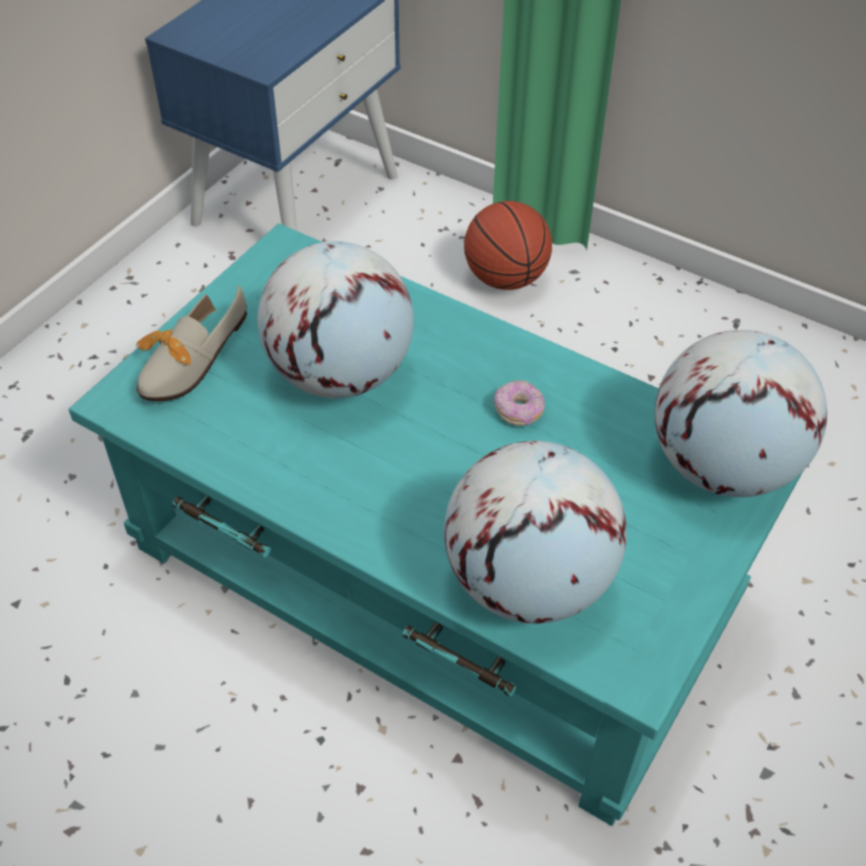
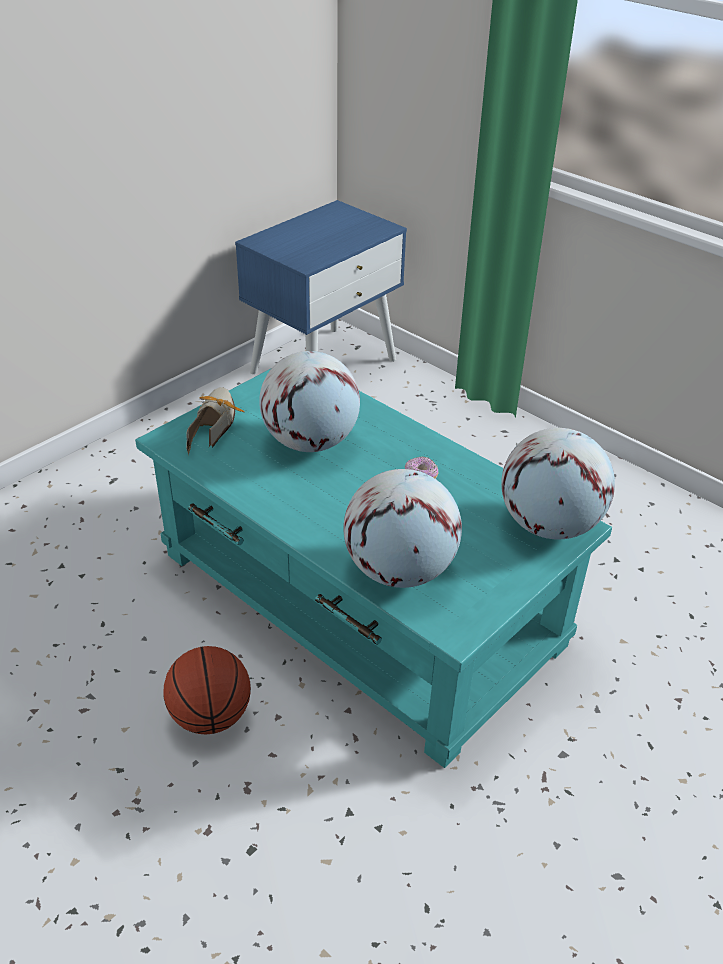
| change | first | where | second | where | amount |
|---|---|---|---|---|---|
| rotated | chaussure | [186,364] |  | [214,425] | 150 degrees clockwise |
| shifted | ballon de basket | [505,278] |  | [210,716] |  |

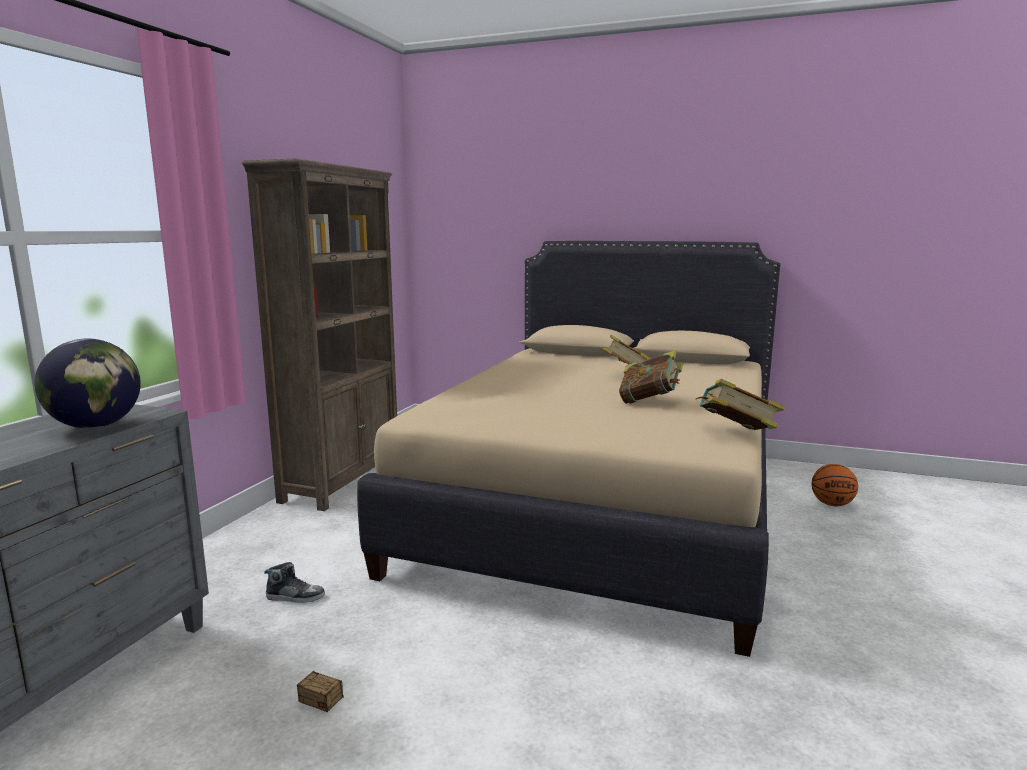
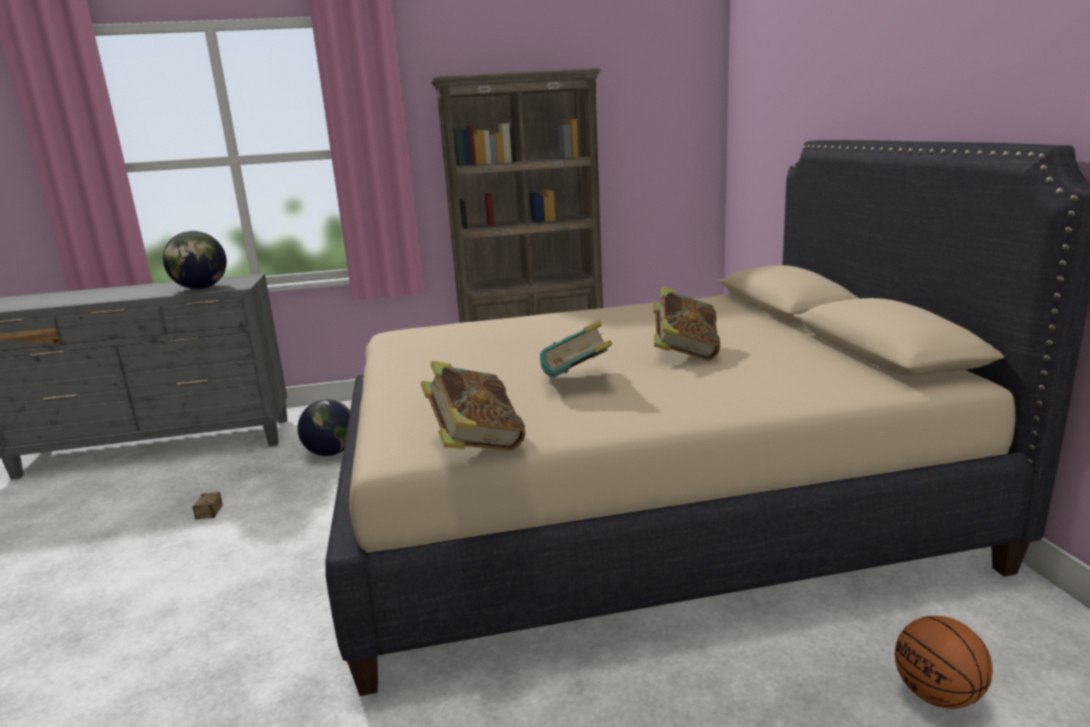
| change | first | where | second | where | amount |
|---|---|---|---|---|---|
| swapped | chaussure | [295,596] | globe | [331,453] |  |

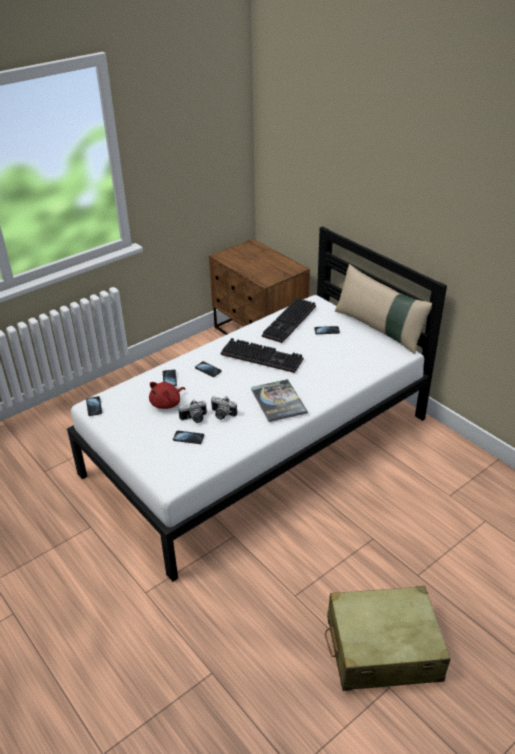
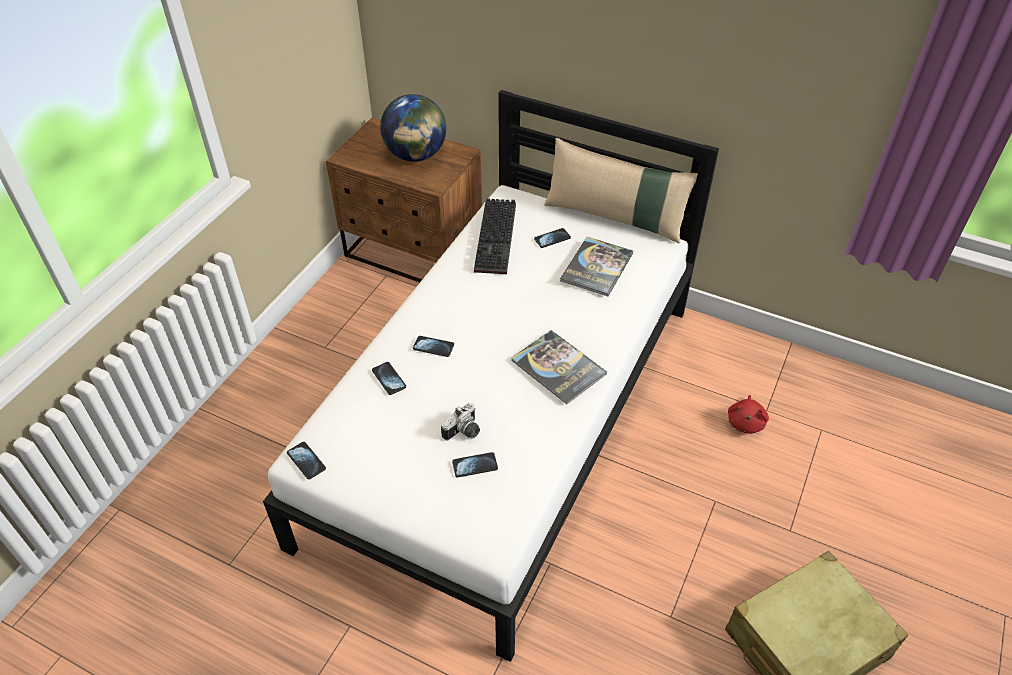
| change | first | where | second | where | amount |
|---|---|---|---|---|---|
| shifted | peluche (rouge) | [167,403] |  | [745,422] |  |
| gone | appareil photo | [221,415] |  |  |  |
| gone | clavier | [263,356] |  |  |  |
| new |  |  | globe | [416,155] |  |
| new |  |  | livre | [596,267] |  |

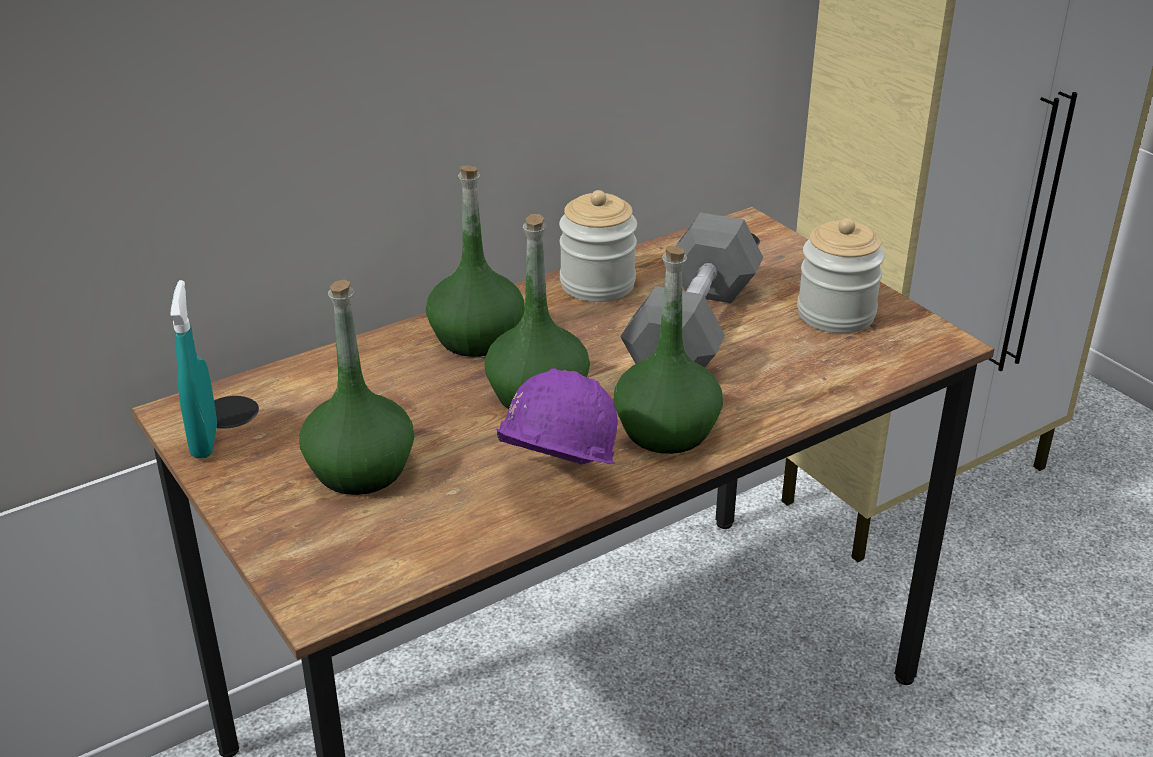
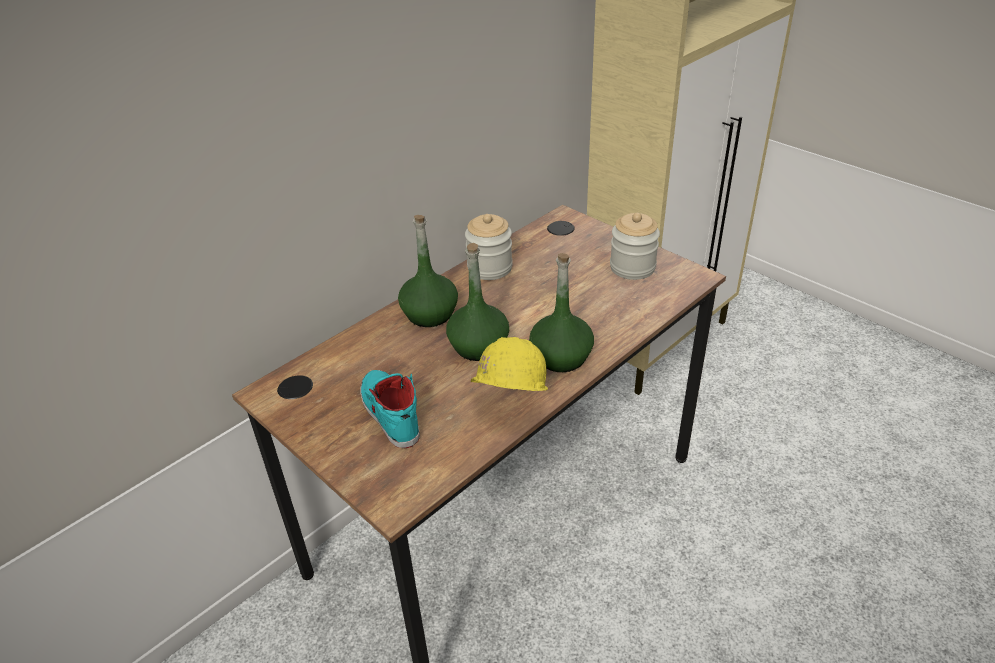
| change | first | where | second | where | amount |
|---|---|---|---|---|---|
| gone | vaporisateur (turquoise) | [204,441] |  |  |  |
| swapped | bouteille (vert) | [360,470] | chaussure (turquoise) | [389,413] |  |
| repainted | casque de chantier (violet) | [552,490] | casque de chantier (jaune) | [508,407] |  |
| gone | haltère (gris) | [693,329] |  |  |  |

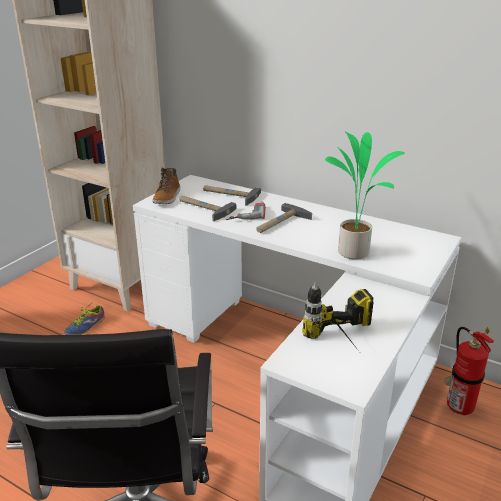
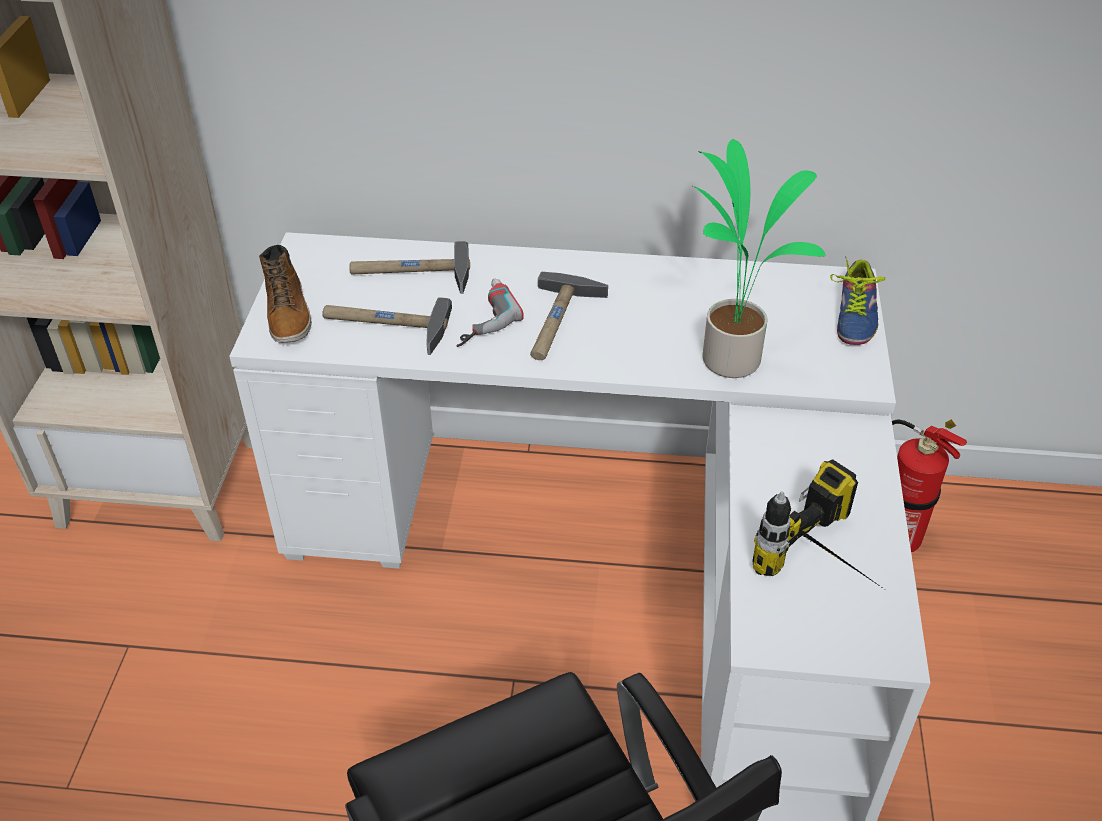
| change | first | where | second | where | amount |
|---|---|---|---|---|---|
| shifted | chaussure | [84,326] |  | [851,316] |  |

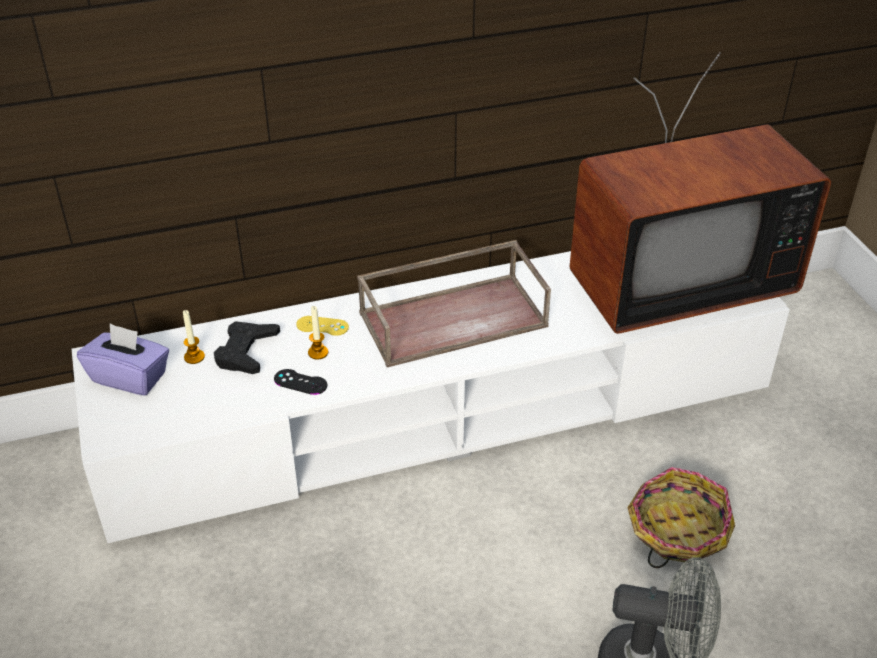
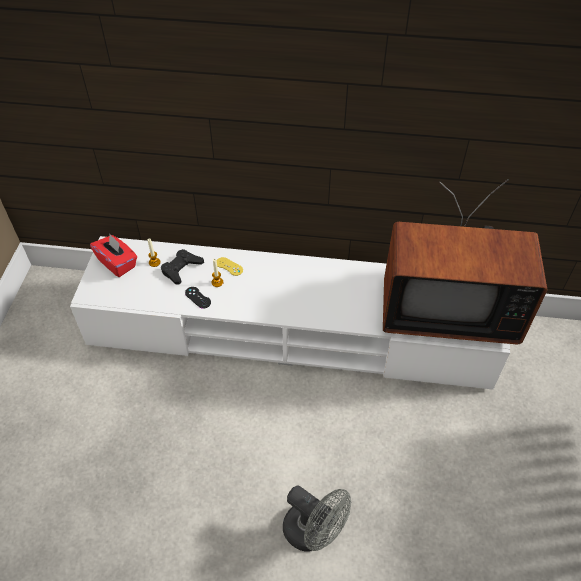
| change | first | where | second | where | amount |
|---|---|---|---|---|---|
| repainted | boîte à mouchoirs (violet) | [130,377] | boîte à mouchoirs (rouge) | [117,263] |  |
| gone | plateau (marron) | [454,318] |  |  |  |
| gone | panier | [677,531] |  |  |  |

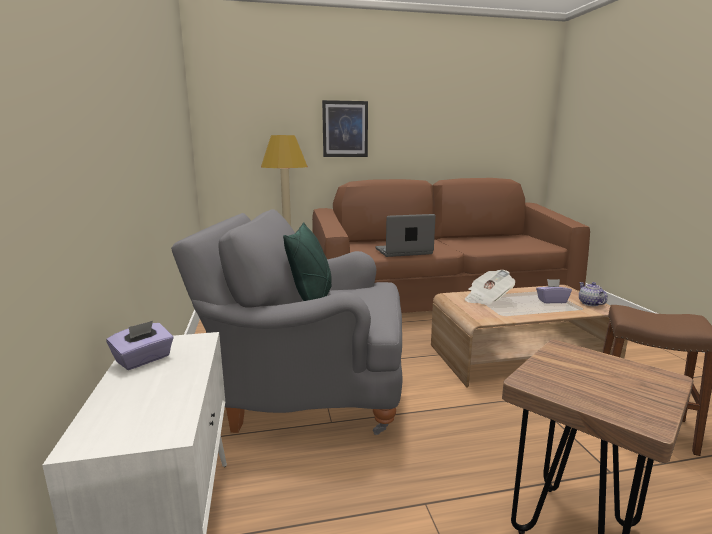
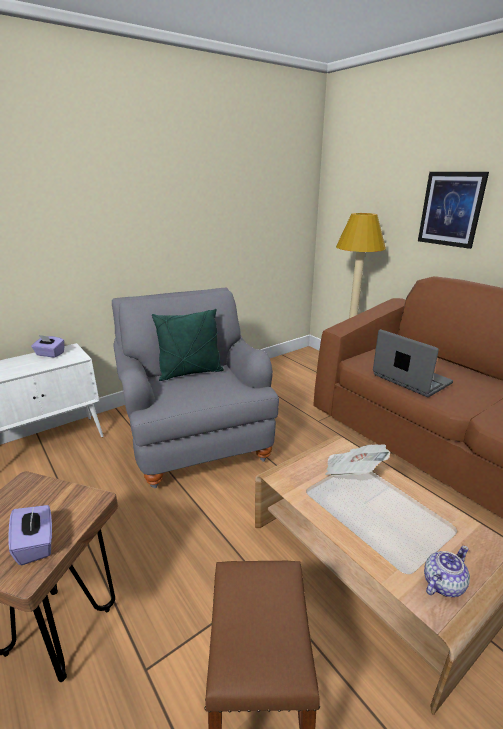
| change | first | where | second | where | amount |
|---|---|---|---|---|---|
| shifted | boîte à mouchoirs (violet) | [552,301] |  | [36,544] |  |

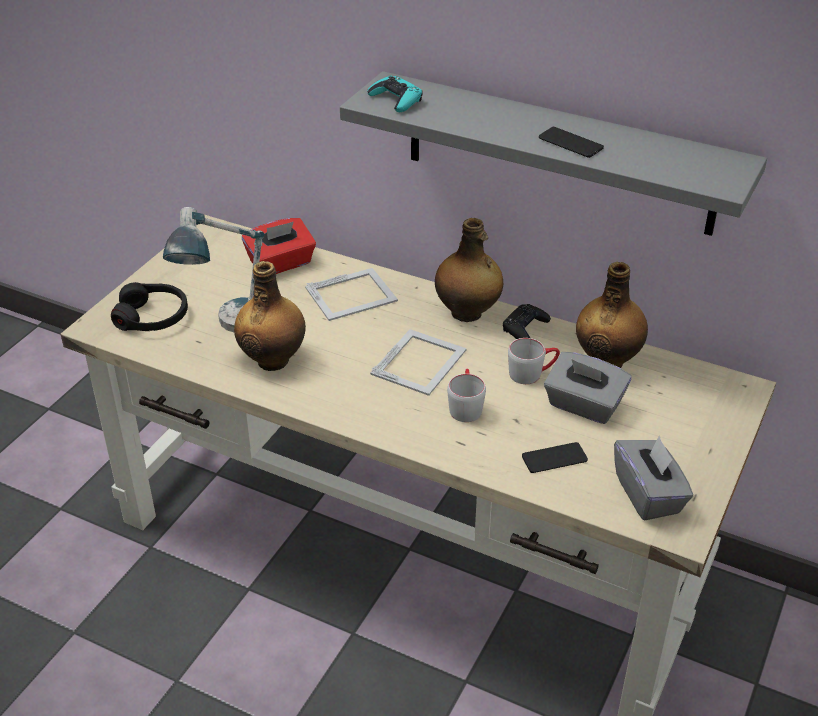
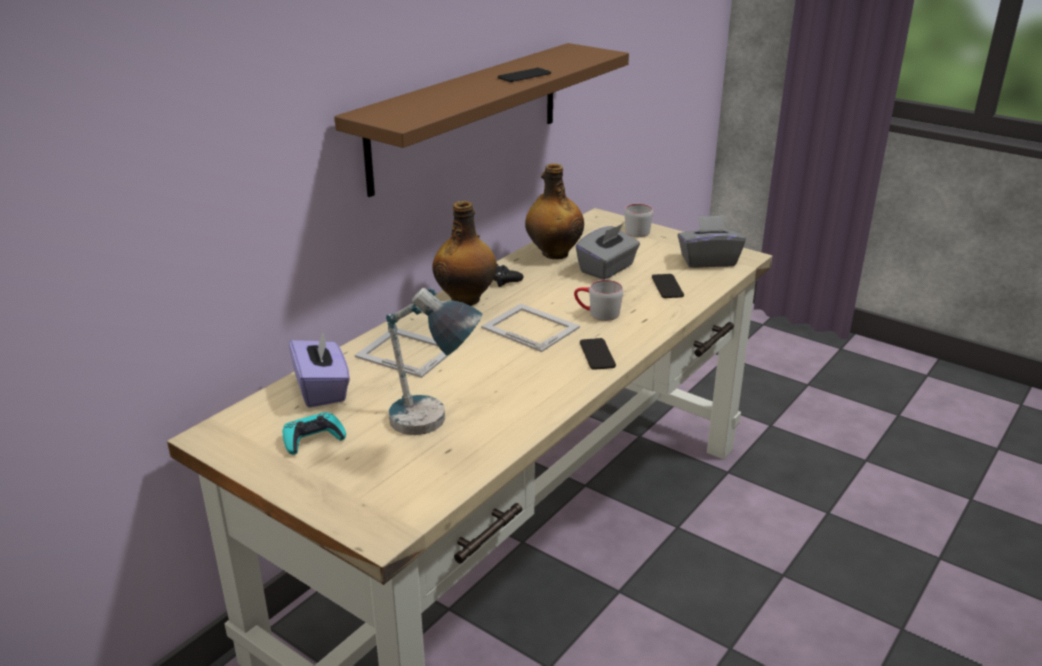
| change | first | where | second | where | amount |
|---|---|---|---|---|---|
| gone | casque audio (noir) | [152,317] |  |  |  |
| gone | bouteille | [273,359] |  |  |  |
| repainted | boîte à mouchoirs (rouge) | [281,264] | boîte à mouchoirs (violet) | [322,389] |  |
| rotated | cadre photo | [352,294] |  | [406,351] | 45 degrees counterclockwise |
| repainted | étagère (gris) | [558,154] | étagère (marron) | [467,115] |  |
| shifted | manette (turquoise) | [396,100] |  | [313,439] |  |
| shifted | mug (gris) | [532,373] |  | [636,230] |  |
| new |  |  | téléphone | [597,354] |  |

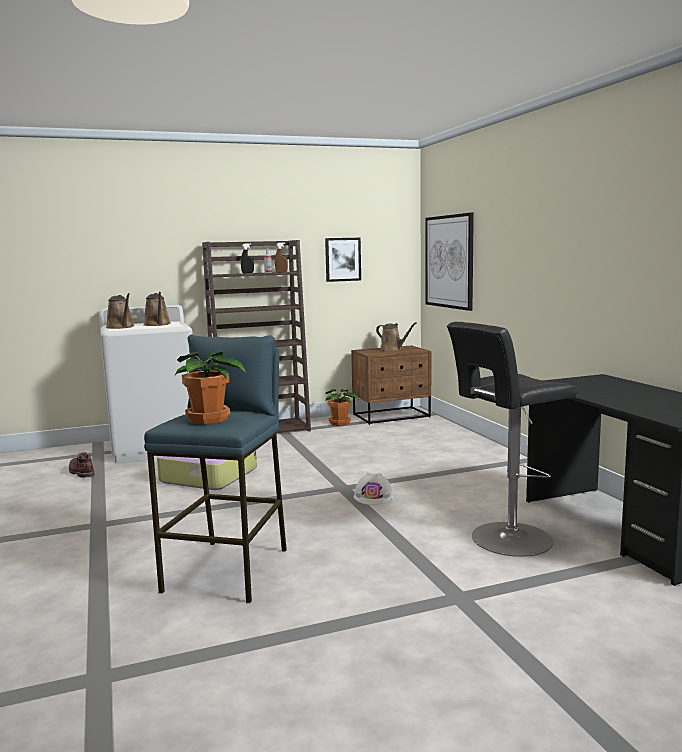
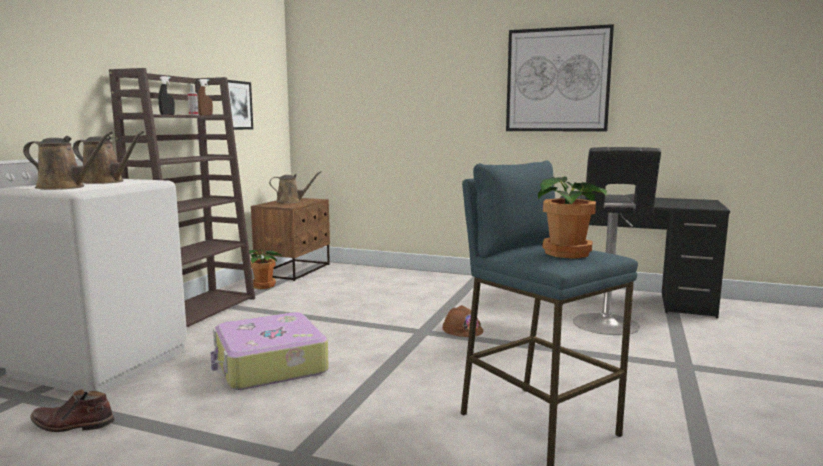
| change | first | where | second | where | amount |
|---|---|---|---|---|---|
| repainted | casque de chantier (blanc) | [373,496] | casque de chantier (marron) | [462,329] |  |
| shifted | tableau | [449,261] |  | [557,80] |  |

